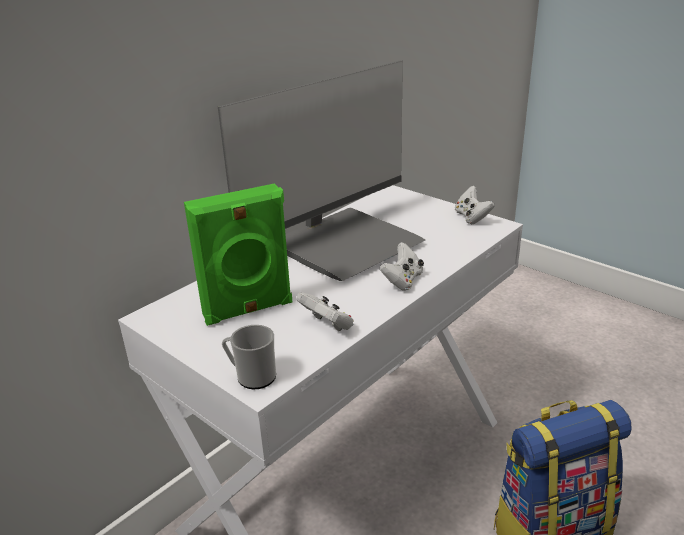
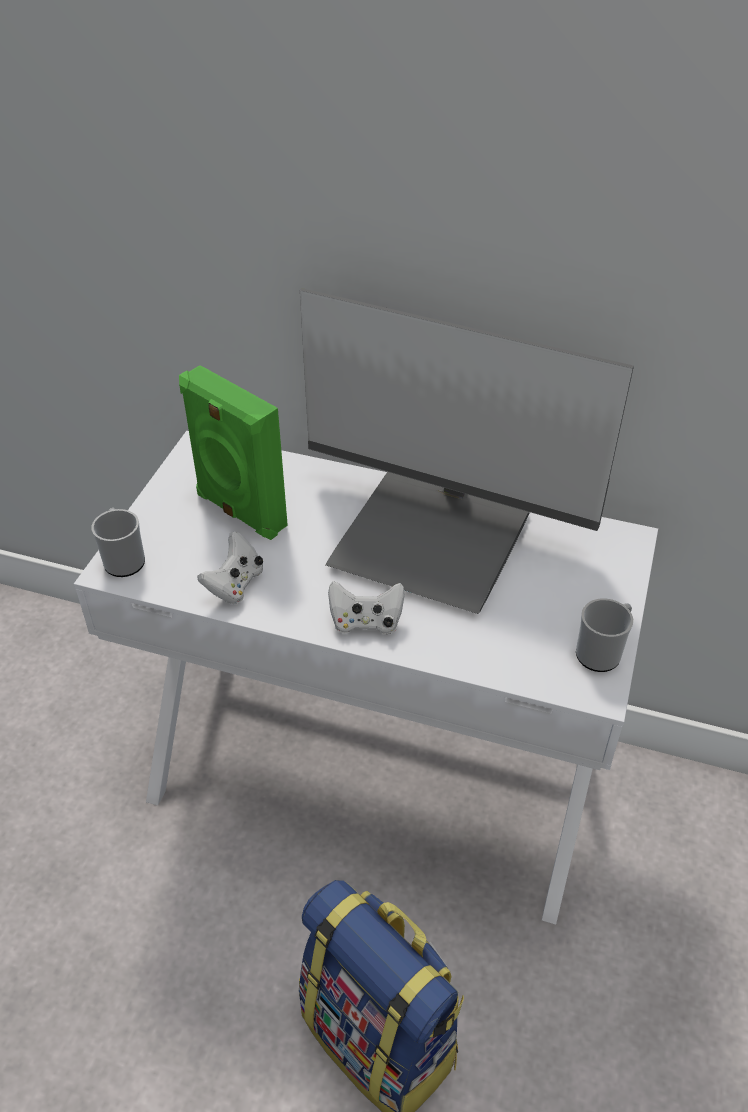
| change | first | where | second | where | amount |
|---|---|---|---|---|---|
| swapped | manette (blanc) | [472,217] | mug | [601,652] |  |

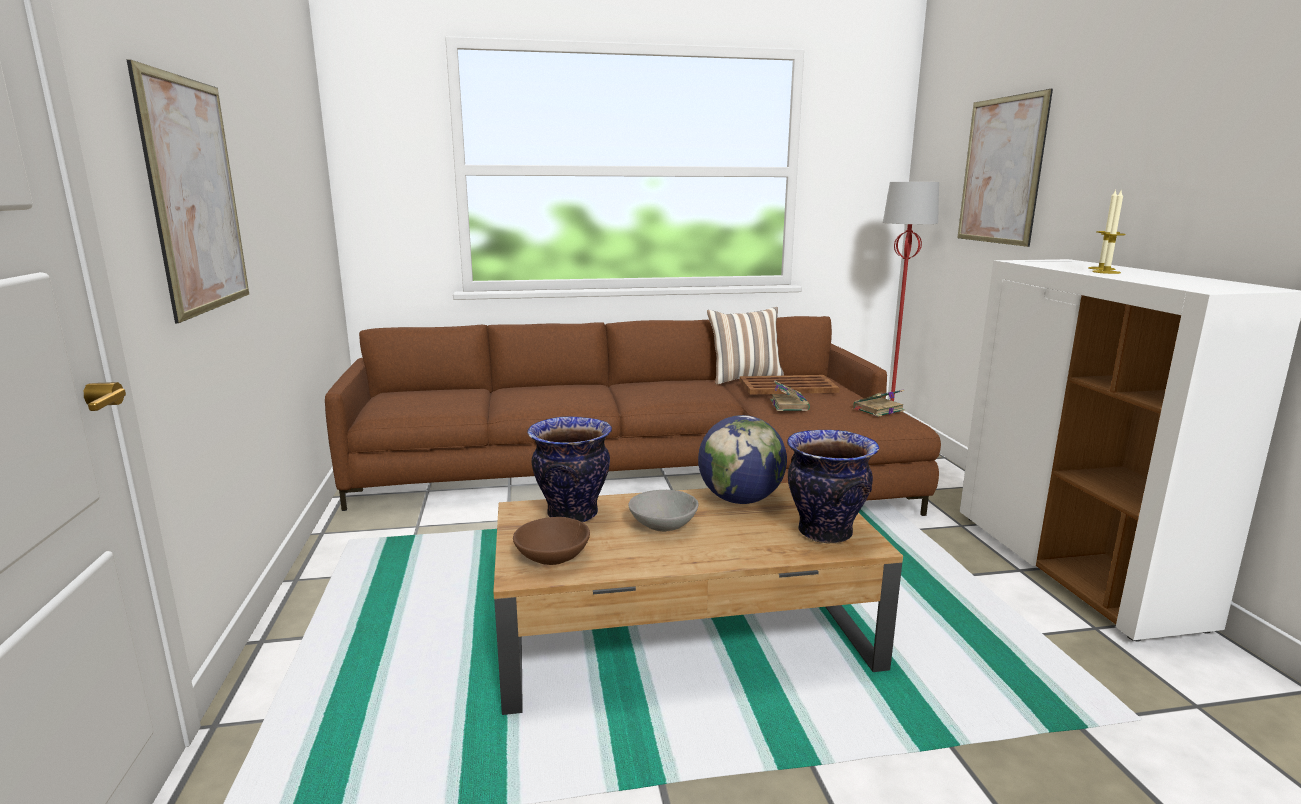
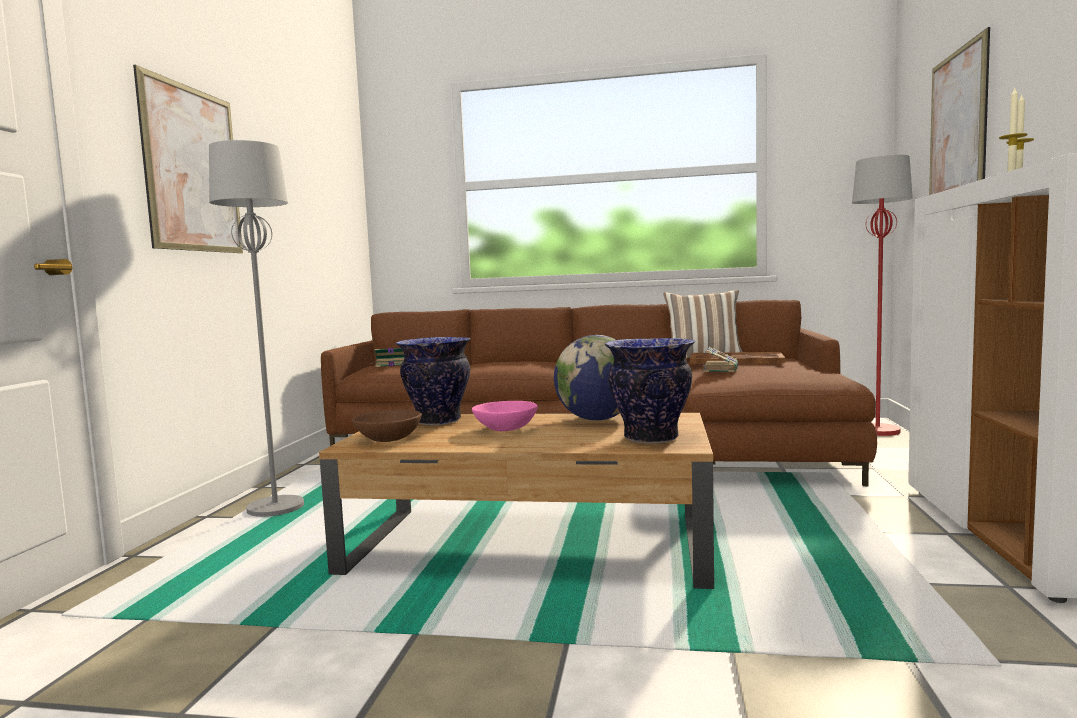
| change | first | where | second | where | amount |
|---|---|---|---|---|---|
| repainted | bol (gris) | [663,526] | bol (rose) | [505,429] |  |
| shifted | livre | [877,410] |  | [390,364] |  |
| new |  |  | lampadaire (gris) | [276,508] |  |

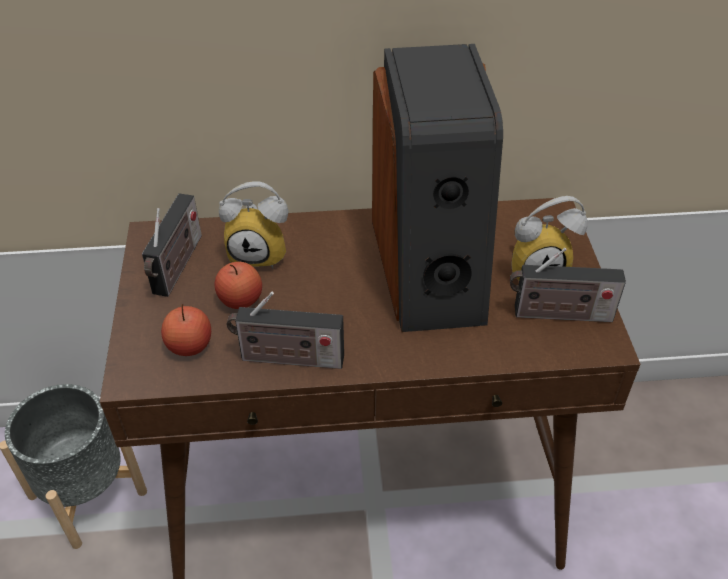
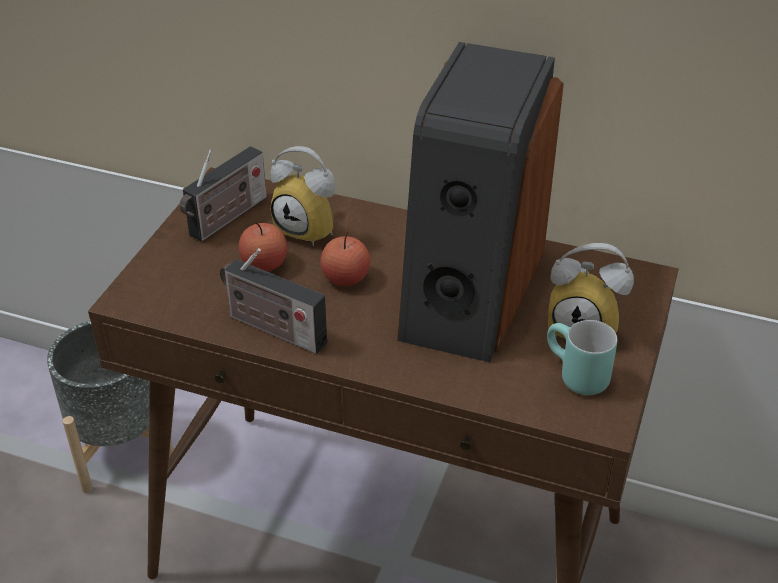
| change | first | where | second | where | amount |
|---|---|---|---|---|---|
| shifted | pomme | [189,345] |  | [345,278] |  |
| swapped | radio | [558,314] | mug (turquoise) | [573,376] |  |

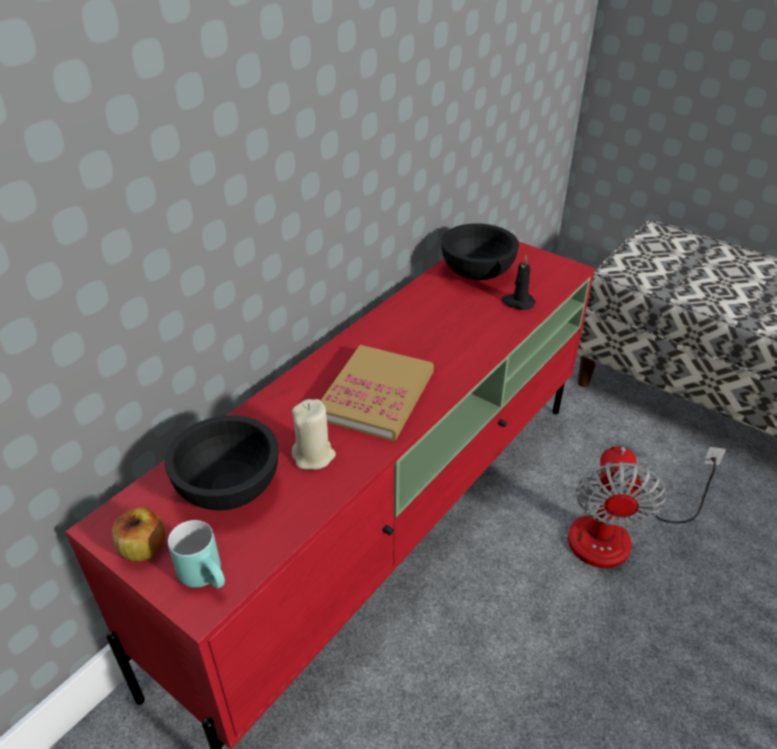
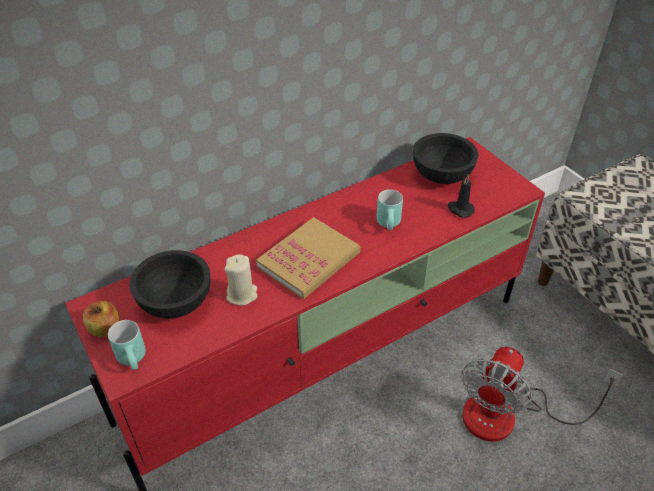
| change | first | where | second | where | amount |
|---|---|---|---|---|---|
| new |  |  | mug (turquoise) | [390,225] |  |

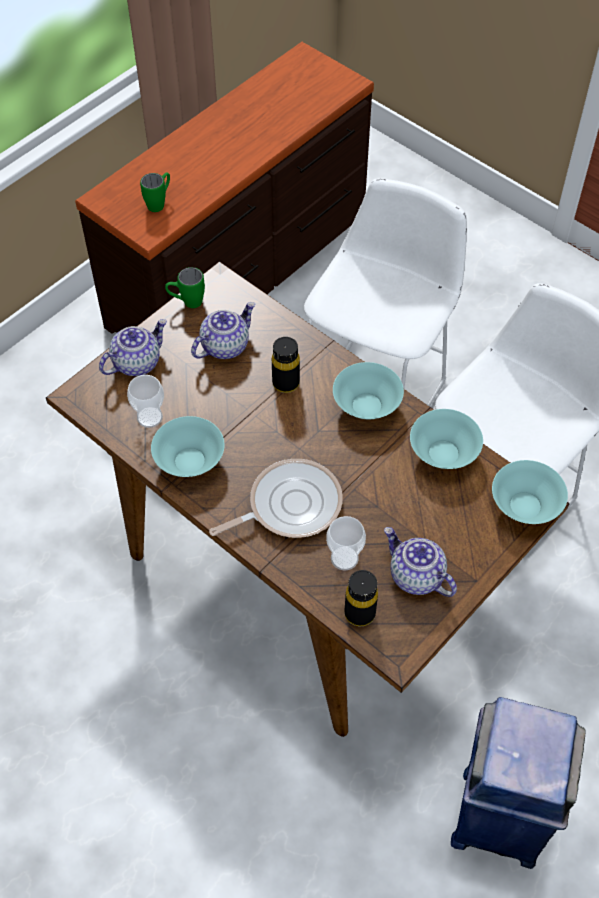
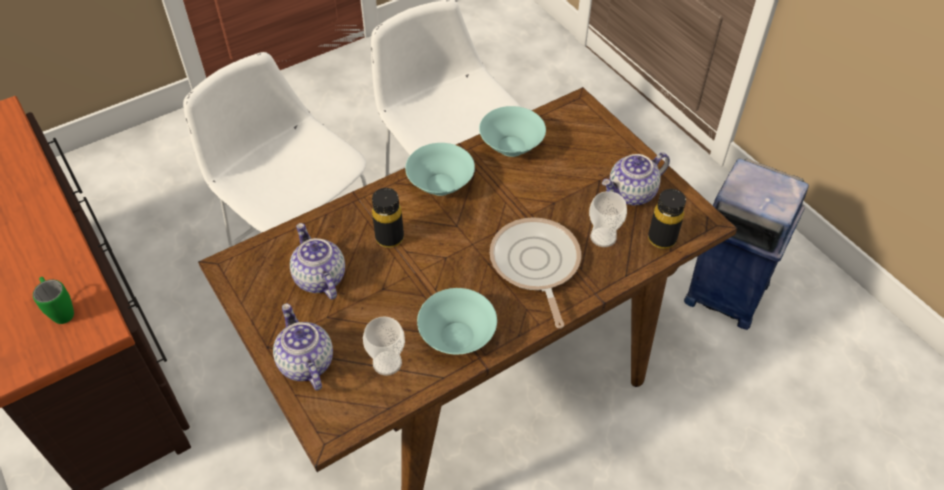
| change | first | where | second | where | amount |
|---|---|---|---|---|---|
| gone | mug (vert) | [186,302] |  |  |  |
| gone | bol (turquoise) | [524,506] |  |  |  |

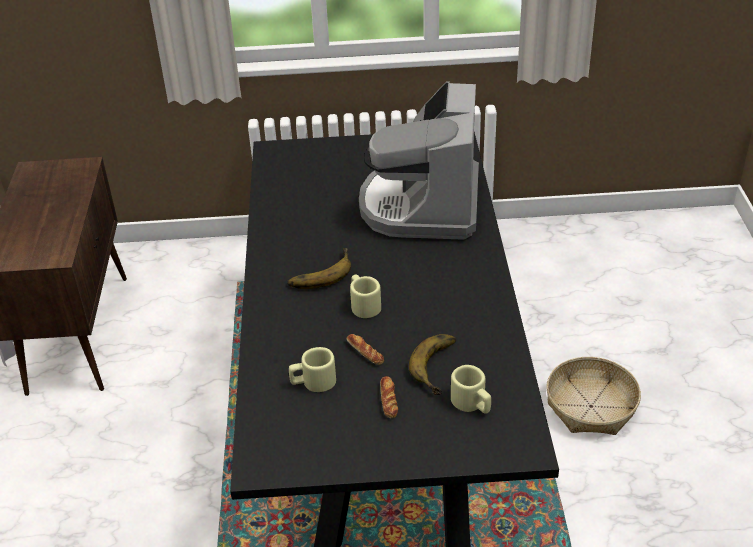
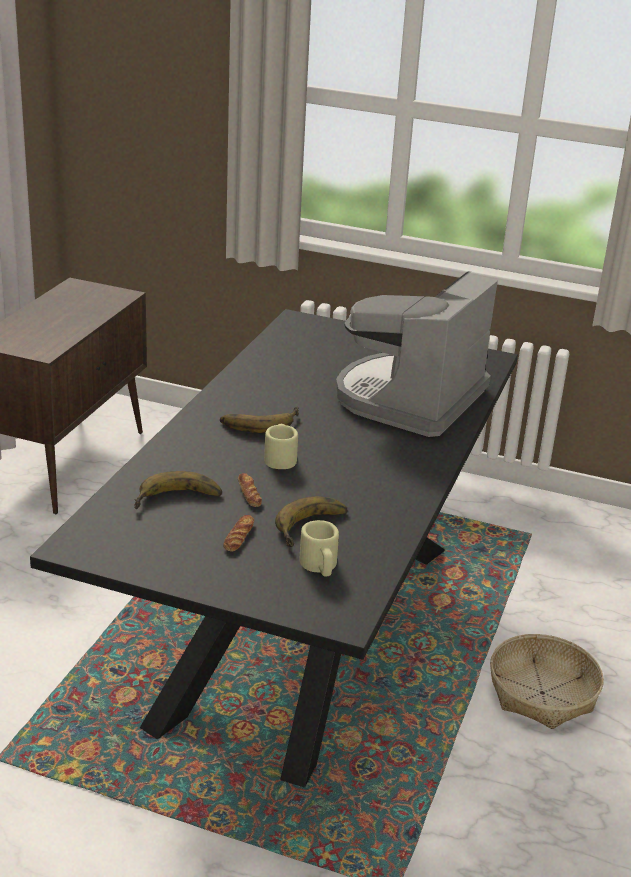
| change | first | where | second | where | amount |
|---|---|---|---|---|---|
| swapped | mug (beige) | [313,382] | banane | [178,501] |  |

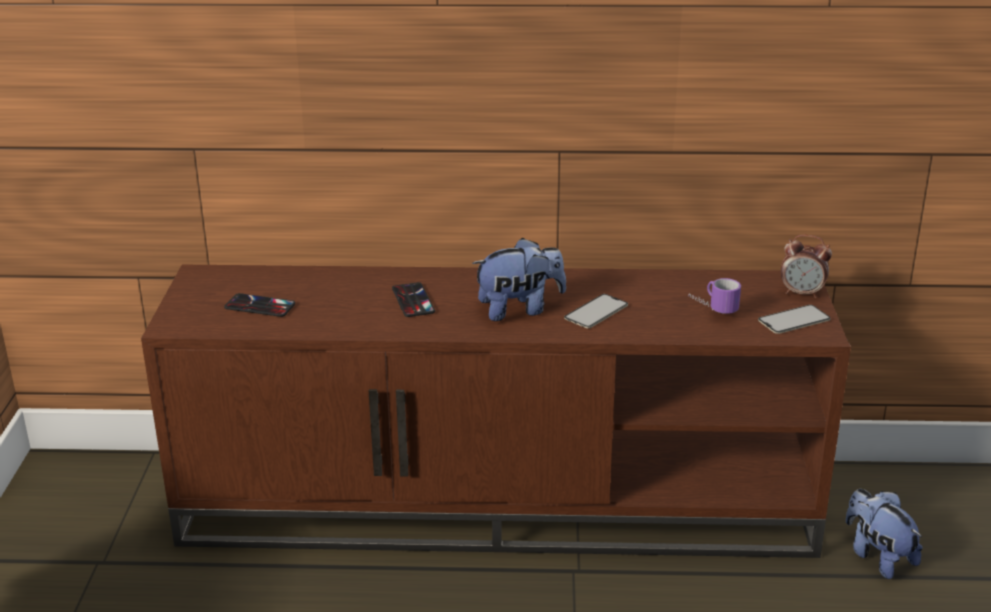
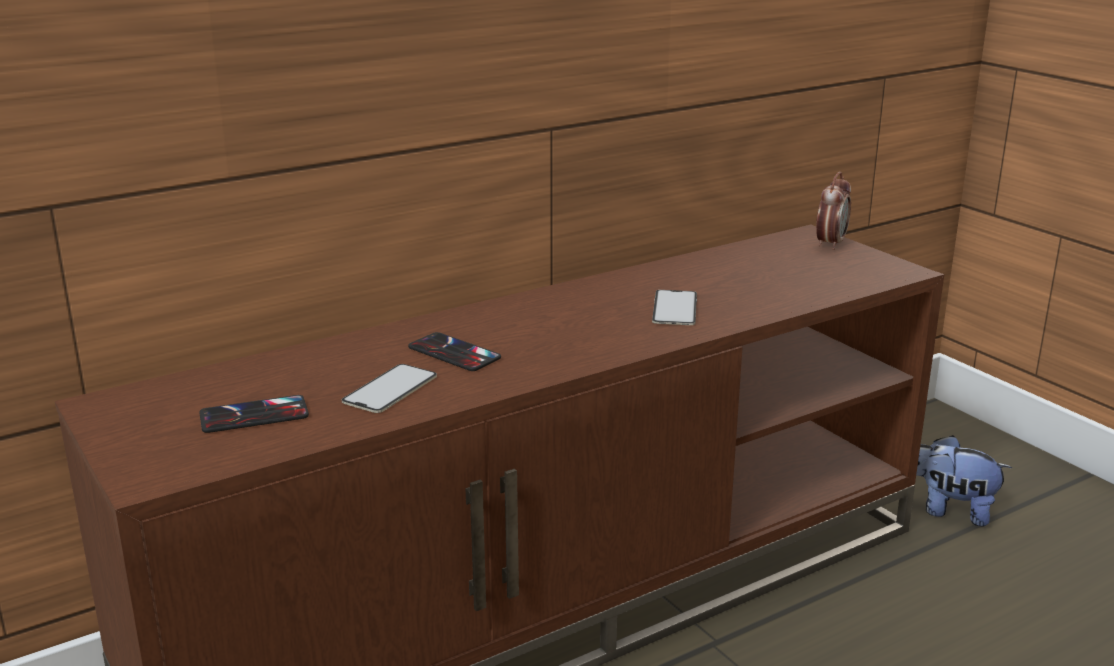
| change | first | where | second | where | amount |
|---|---|---|---|---|---|
| gone | peluche | [519,309] |  |  |  |
| gone | mug | [711,308] |  |  |  |
| shifted | téléphone | [794,320] |  | [390,389] |  |
| rotated | réveil | [802,293] |  | [830,244] | 45 degrees counterclockwise |

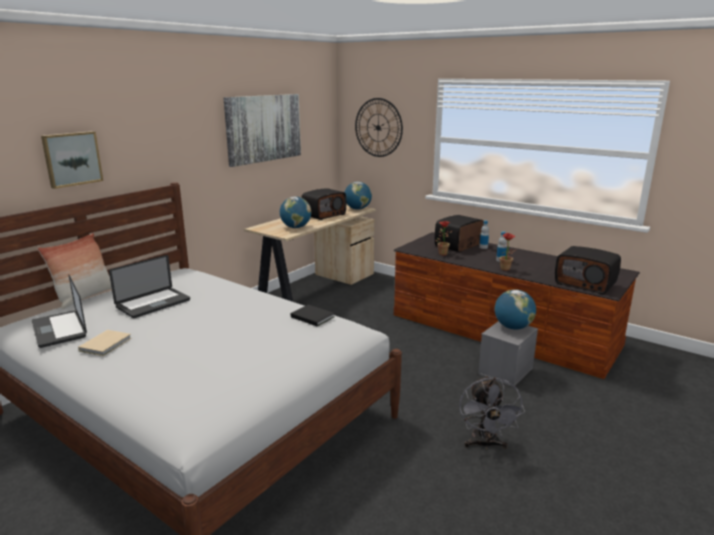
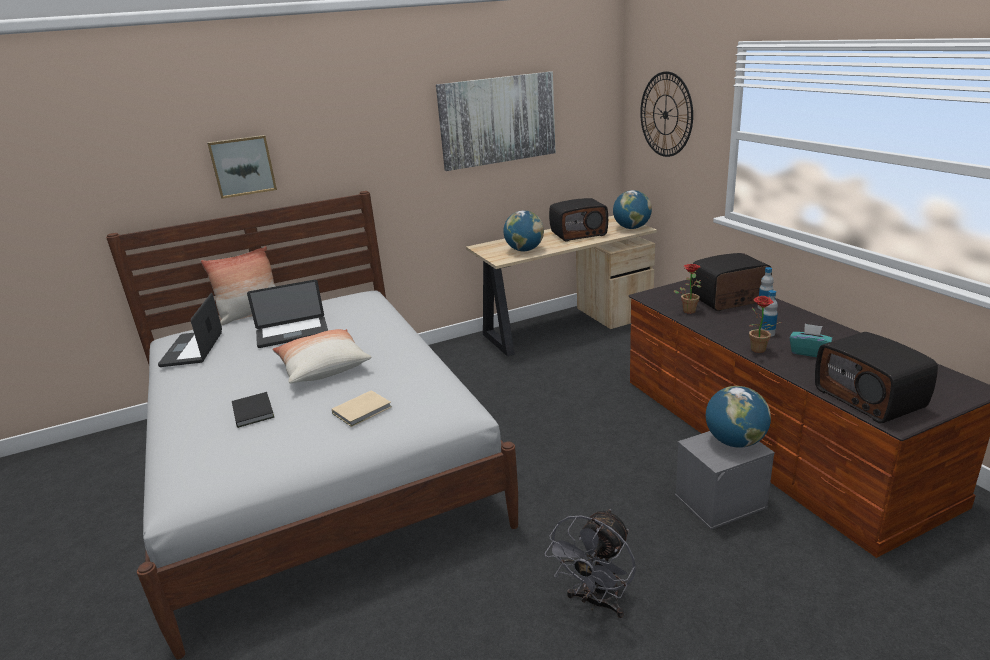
| change | first | where | second | where | amount |
|---|---|---|---|---|---|
| shifted | livre (beige) | [107,344] |  | [363,410] |  |
| shifted | livre (noir) | [312,316] |  | [253,410] |  |
| new |  |  | coussin | [322,368] |  |
| new |  |  | boîte à mouchoirs (turquoise) | [809,352] |  |

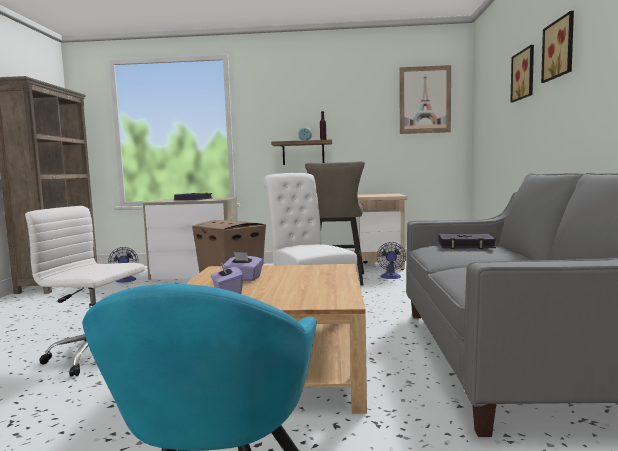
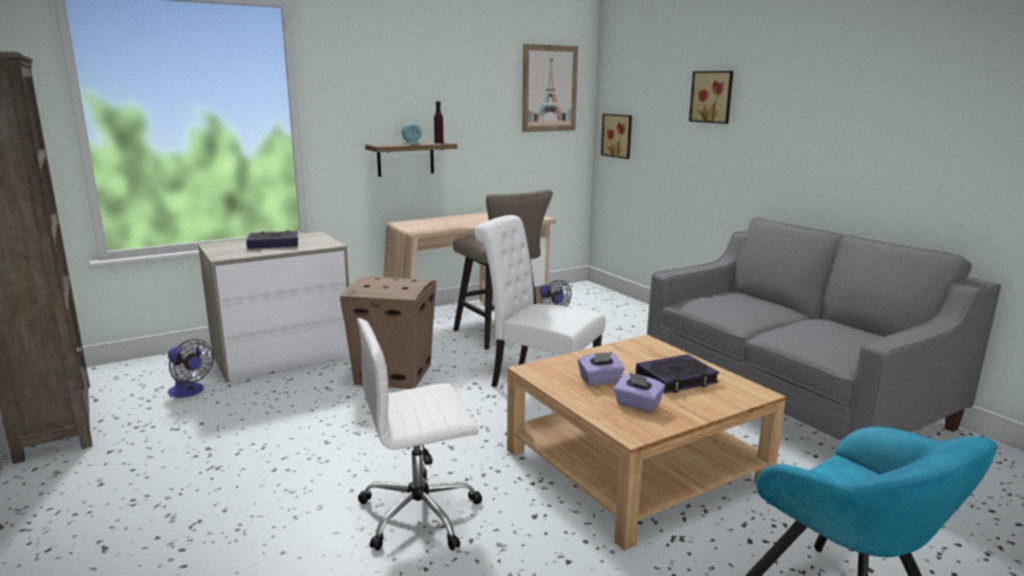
| change | first | where | second | where | amount |
|---|---|---|---|---|---|
| shifted | livre | [465,245] |  | [676,379] |  |
| shifted | tableau | [560,49] |  | [618,135] |  |

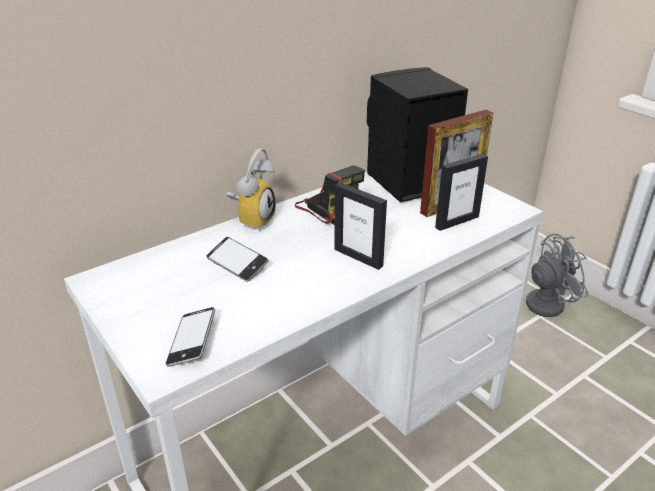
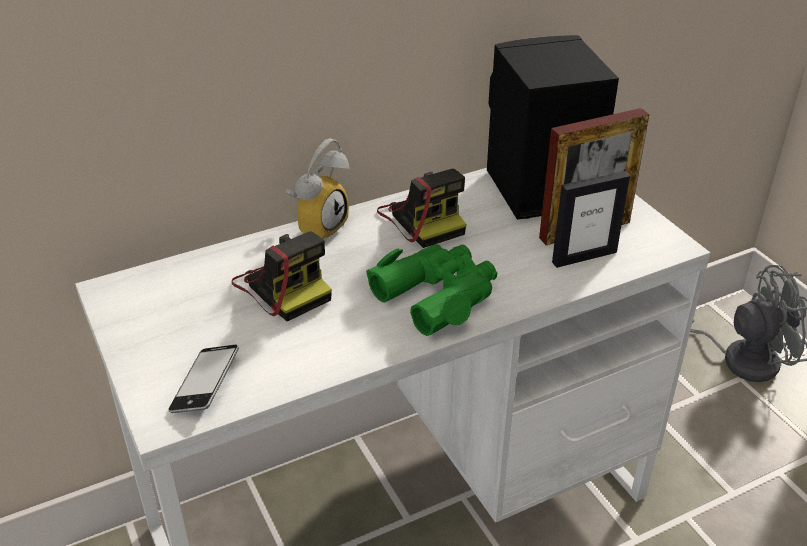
| change | first | where | second | where | amount |
|---|---|---|---|---|---|
| swapped | téléphone | [237,263] | appareil photo | [283,286] |  |
| swapped | cadre photo | [358,257] | jumelles (vert) | [437,295] |  |

